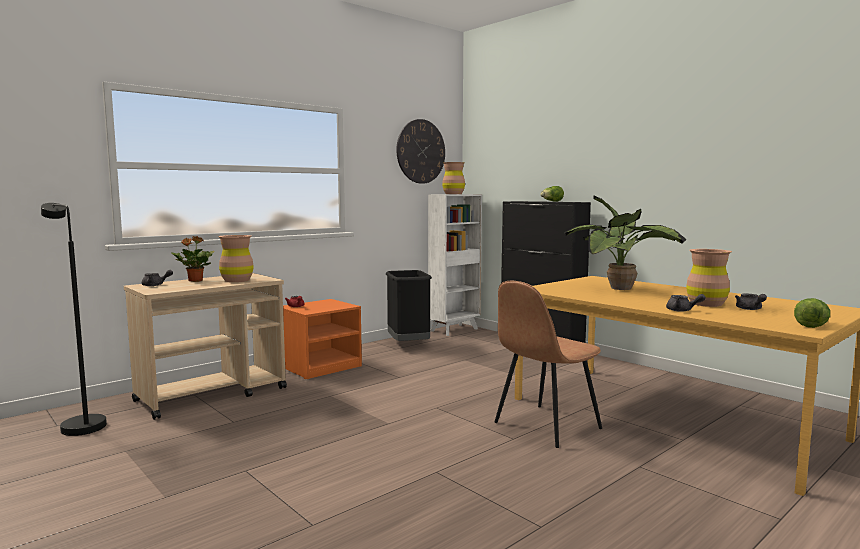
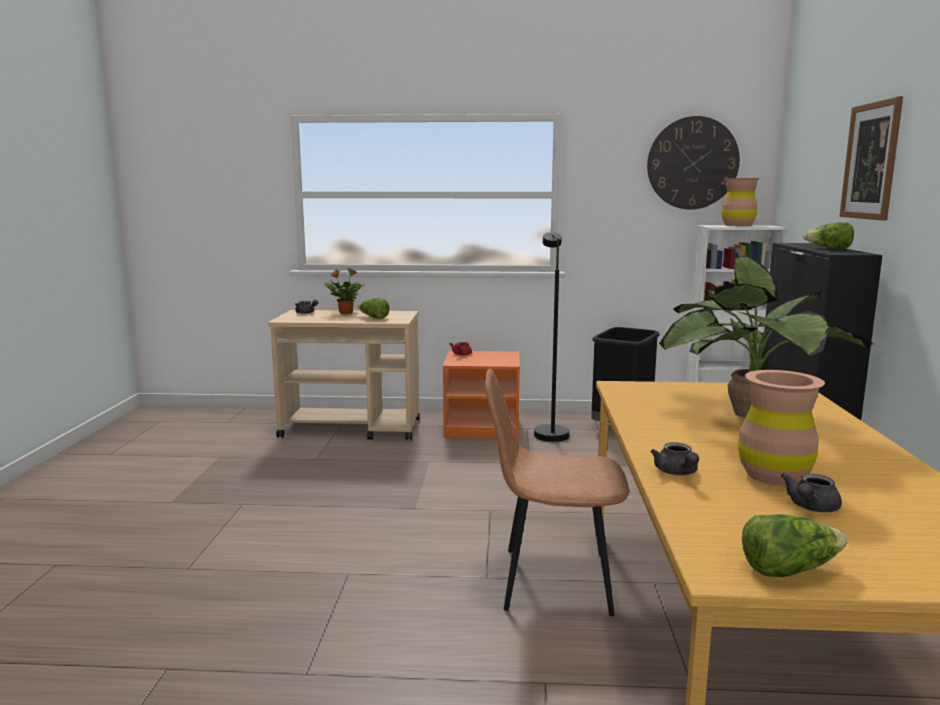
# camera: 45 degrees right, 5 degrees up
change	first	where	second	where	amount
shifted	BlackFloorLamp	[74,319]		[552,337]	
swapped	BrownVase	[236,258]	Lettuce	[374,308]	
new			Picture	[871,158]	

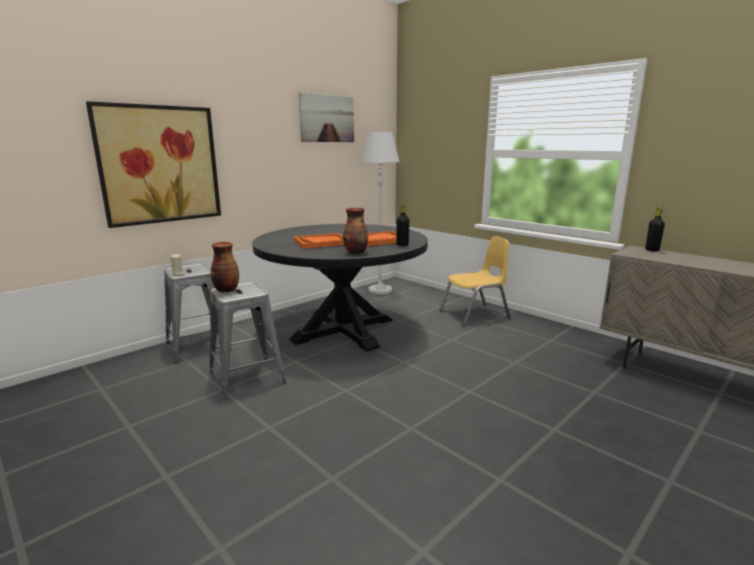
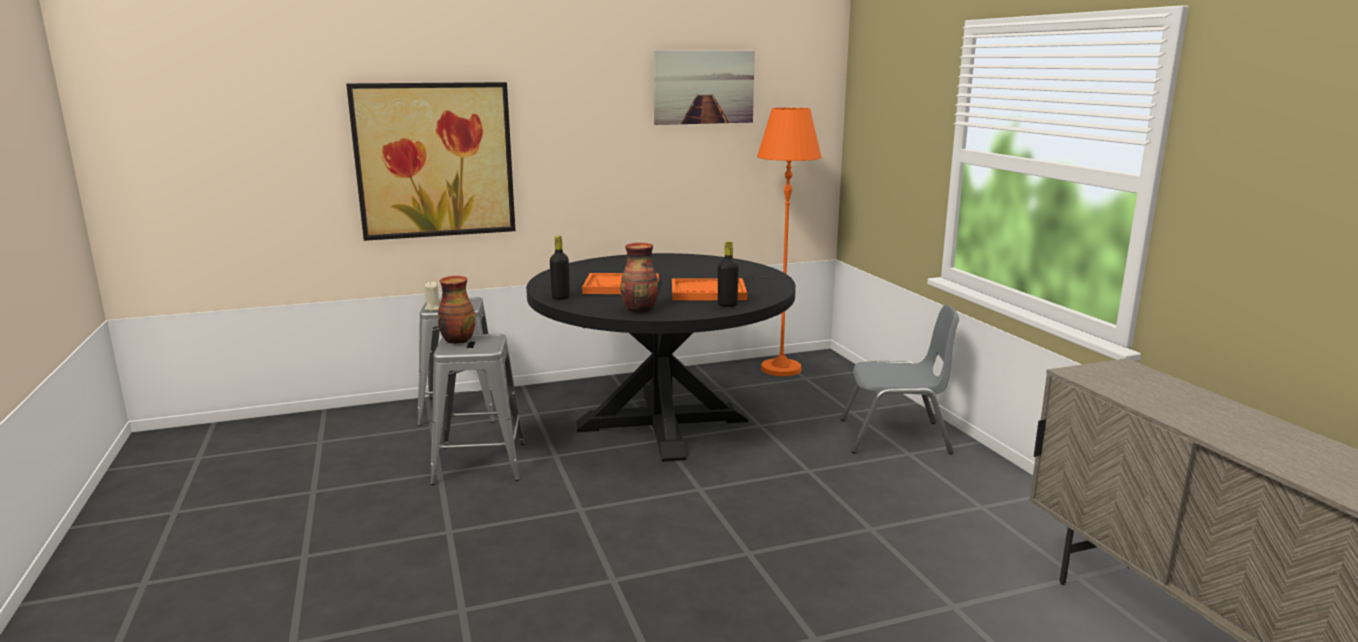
# camera: 25 degrees right, 0 degrees up
change	first	where	second	where	amount
repainted	WhiteFloorLamp	[380,213]	OrangeFloorLamp	[789,241]	
shifted	BlackBottle	[655,228]		[560,268]	
repainted	YellowChair	[474,281]	GreyChair	[899,379]	

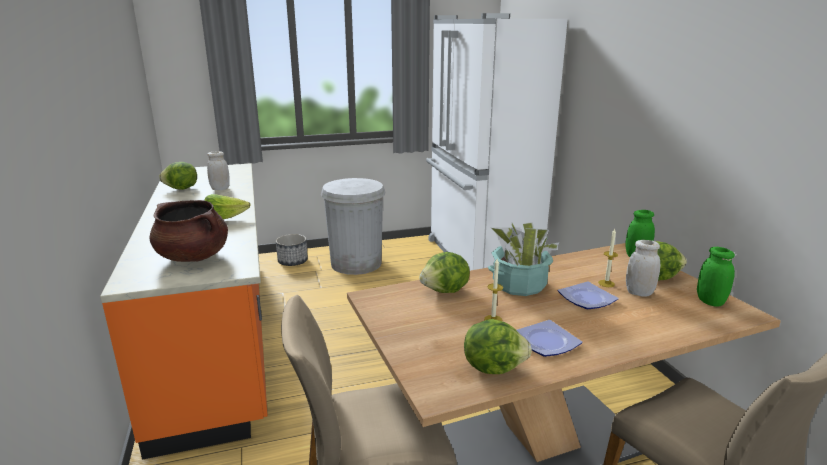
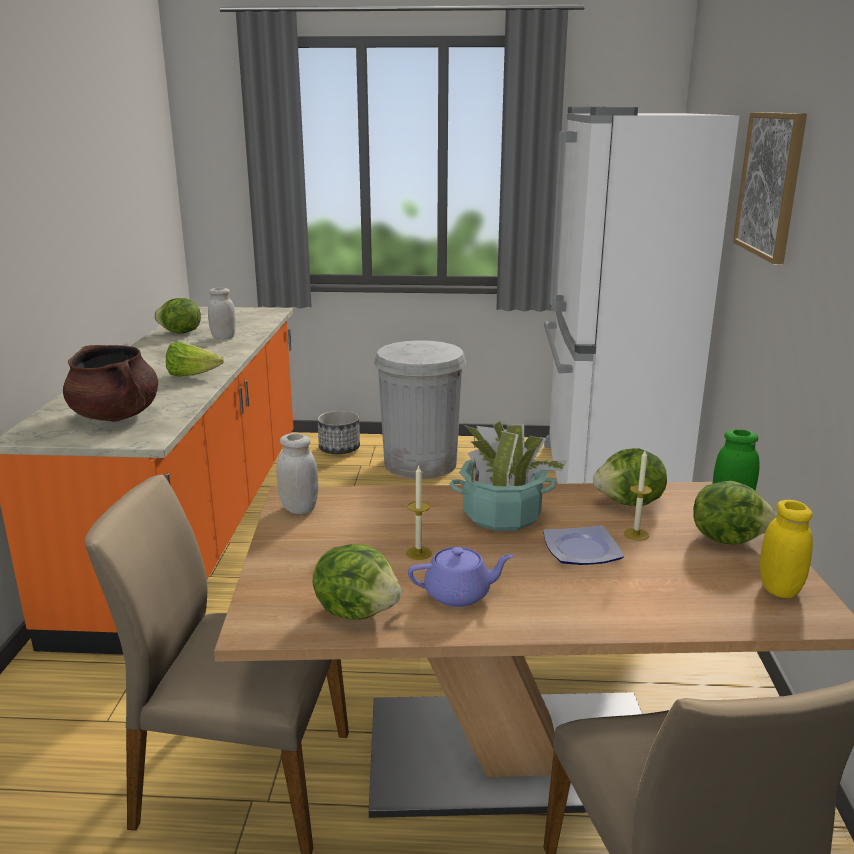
# camera: 20 degrees right, 0 degrees up
change	first	where	second	where	amount
shifted	WhiteJar	[643,268]		[298,473]	
repainted	GreenJar	[716,277]	YellowJar	[786,549]	
shifted	Lettuce	[444,272]		[630,477]	
swapped	Plate	[549,338]	PurpleTeapot	[461,577]	
new			Picture	[770,188]	

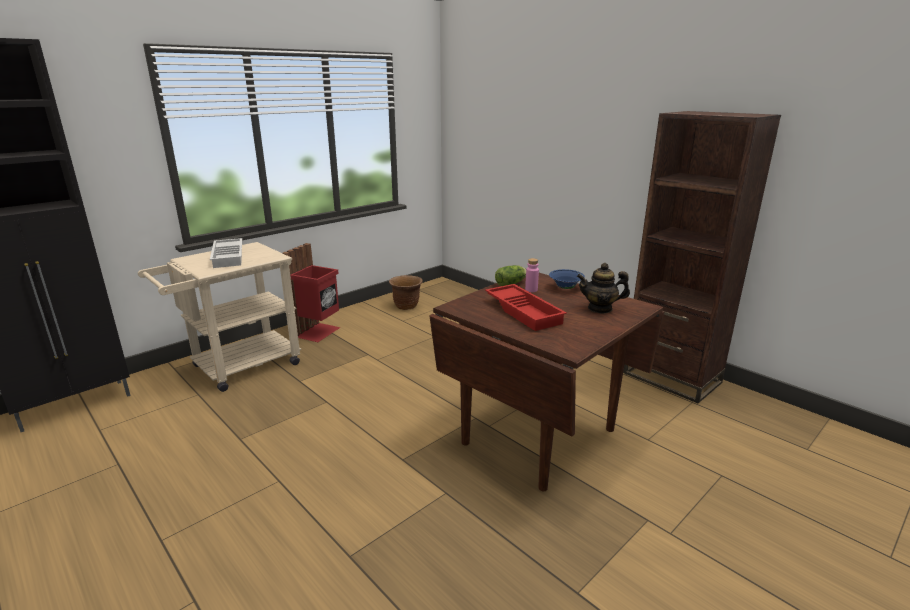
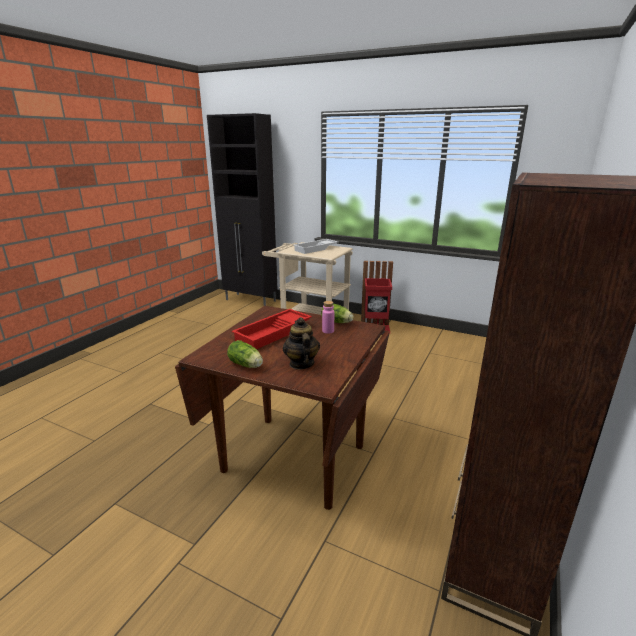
# camera: 70 degrees right, 0 degrees up
change	first	where	second	where	amount
gone	BlueBowl	[567,279]			
gone	BrownPlanter	[406,292]			
new			Lettuce	[245,354]	

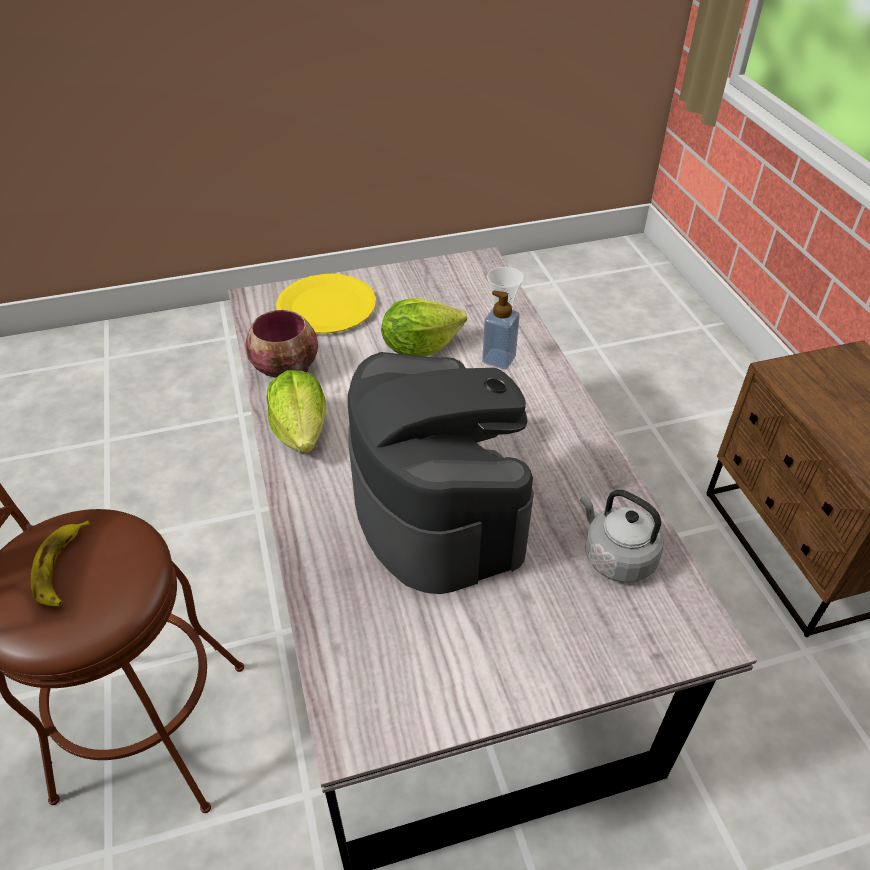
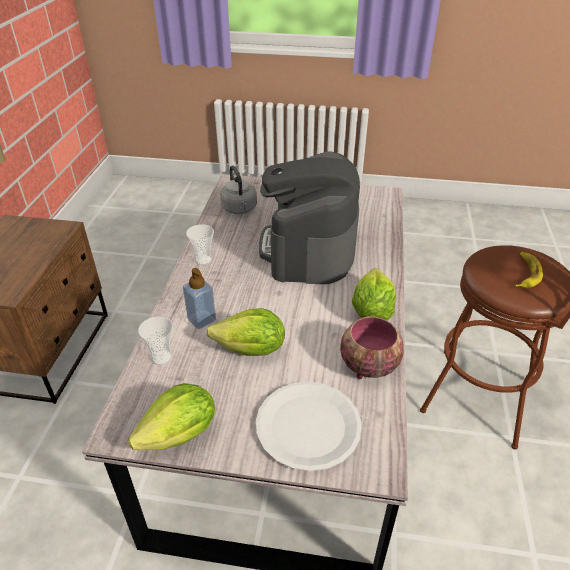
# camera: 155 degrees left, 5 degrees down
change	first	where	second	where	amount
repainted	YellowPlate	[326,304]	WhitePlate	[309,426]	
new			Cup	[200,244]	
new			Lettuce	[171,416]	

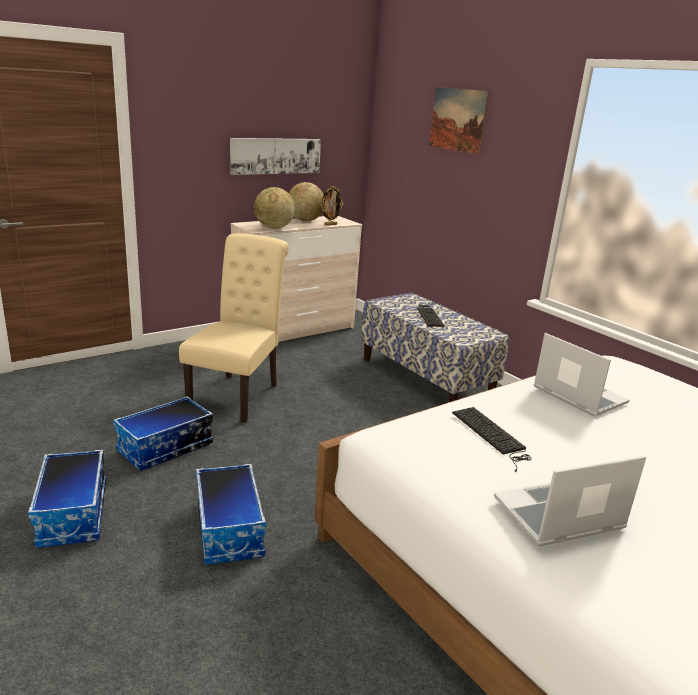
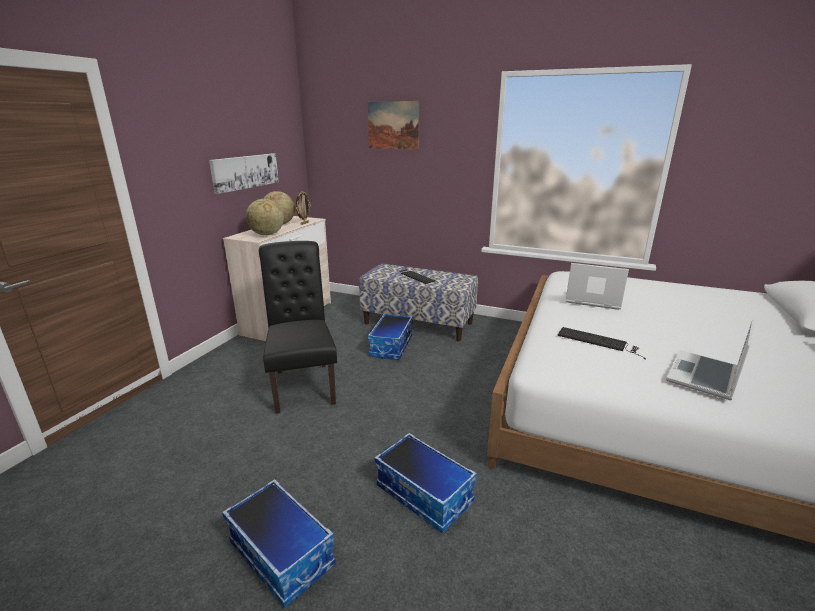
# camera: 30 degrees left, 0 degrees up
change	first	where	second	where	amount
repainted	BeigeChair	[234,328]	BlackChair	[298,327]	
shifted	StorageBox	[163,433]		[390,337]	

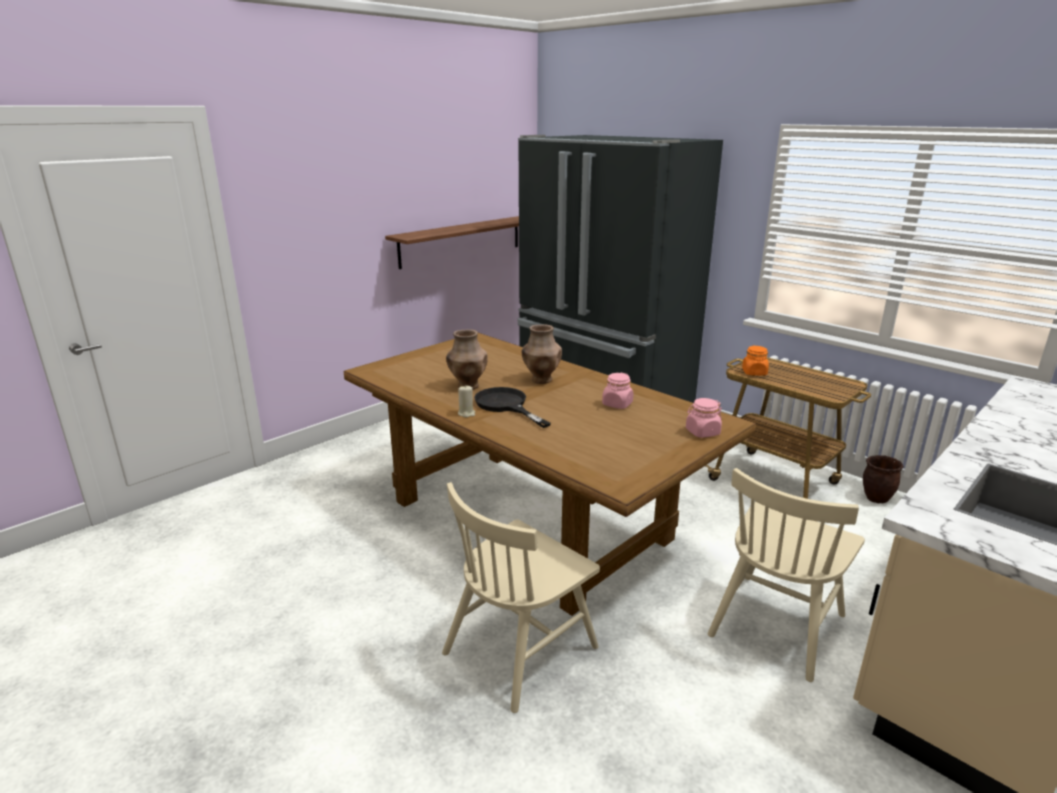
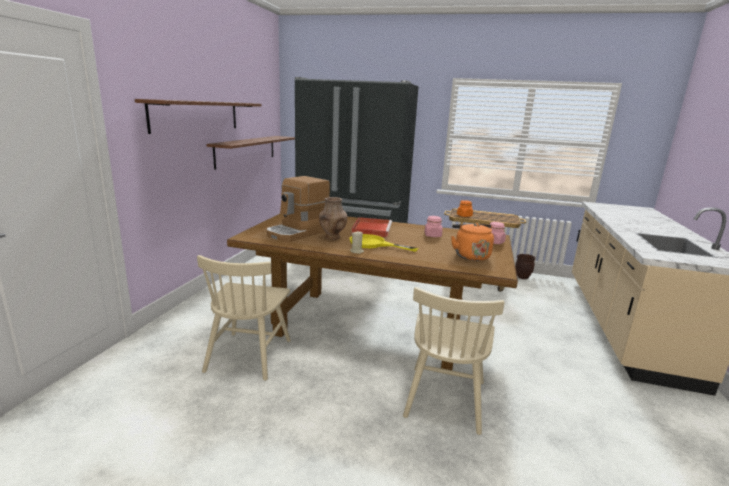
# camera: 30 degrees left, 5 degrees down
change	first	where	second	where	amount
swapped	BrownVase	[542,354]	RedTray	[371,227]	
repainted	BlackFryingPan	[512,407]	YellowFryingPan	[384,243]	
shifted	BeigeChair	[786,575]		[244,318]	
new			Shelf	[198,116]	
new			CoffeeMachine	[298,209]	
new			OrangeKettle	[472,242]	

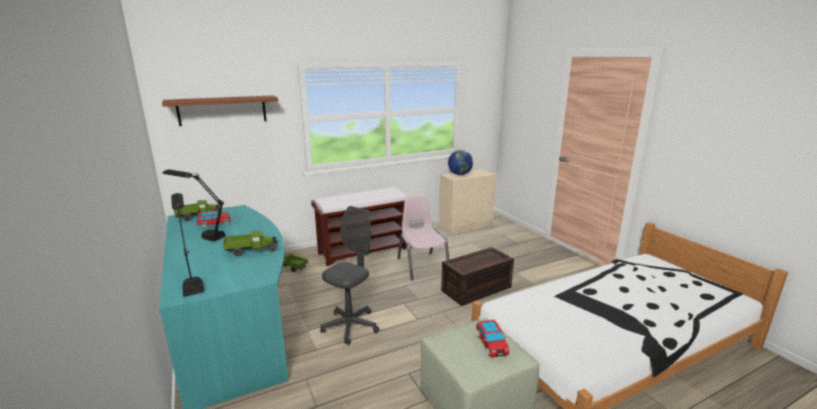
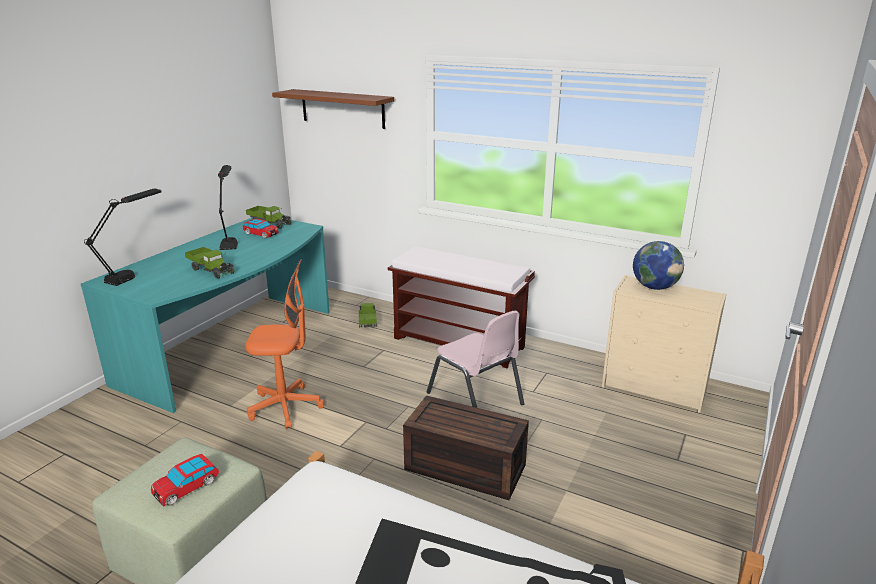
# camera: 55 degrees right, 5 degrees up
change	first	where	second	where	amount
rotated	PinkChair	[423,238]		[475,359]	105 degrees clockwise
repainted	GreyOfficeChair	[349,275]	OrangeOfficeChair	[285,344]	

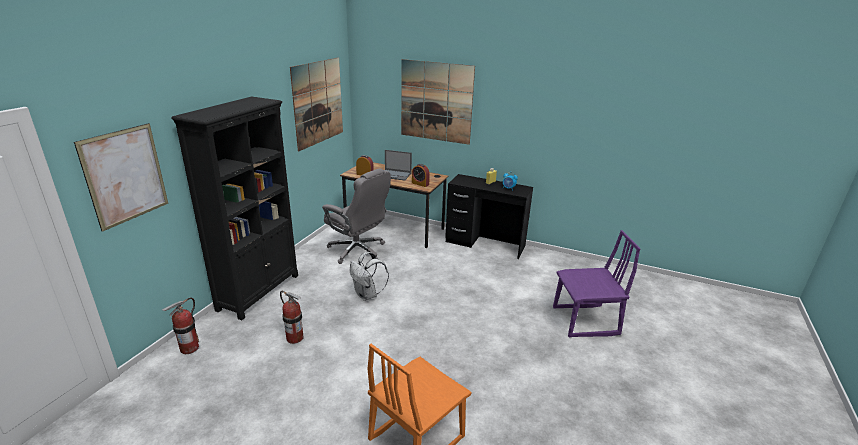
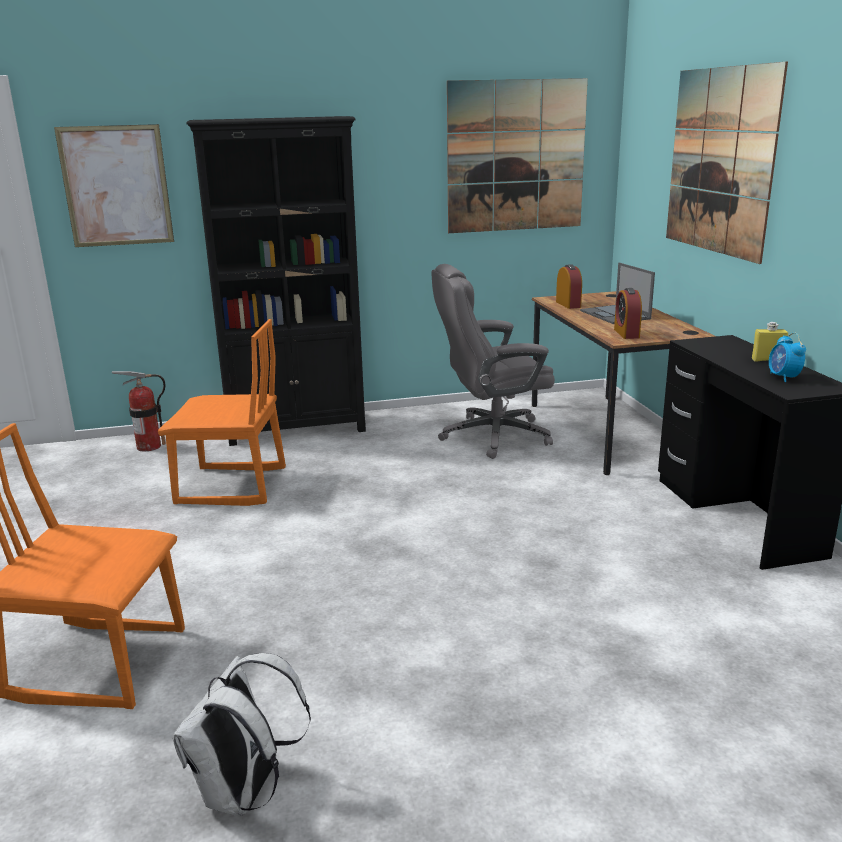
# camera: 55 degrees right, 5 degrees down
change	first	where	second	where	amount
rotated	GreyOfficeChair	[356,216]		[493,361]	75 degrees clockwise
gone	PurpleChair	[596,283]			
shifted	WhiteBackpack	[369,276]		[242,734]	
swapped	FireExtinguisher	[291,317]	OrangeChair	[222,412]	

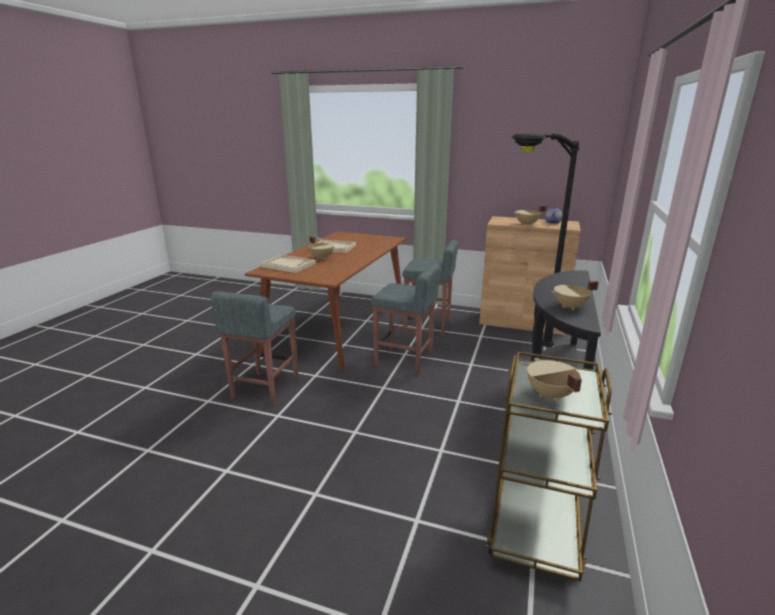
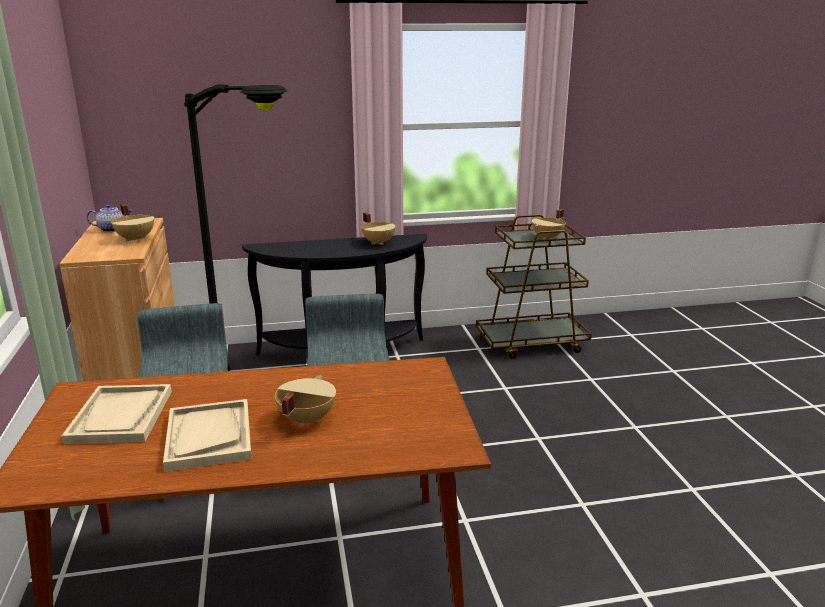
# camera: 120 degrees left, 0 degrees up
change	first	where	second	where	amount
shifted	BeigeTray	[288,264]		[117,414]	
gone	GreyStool	[254,348]			

